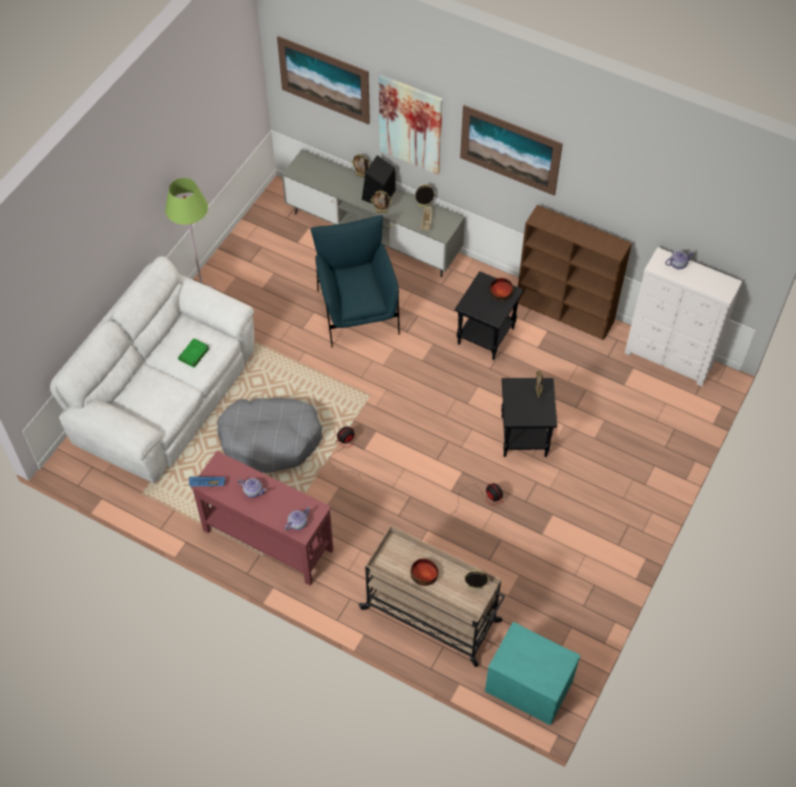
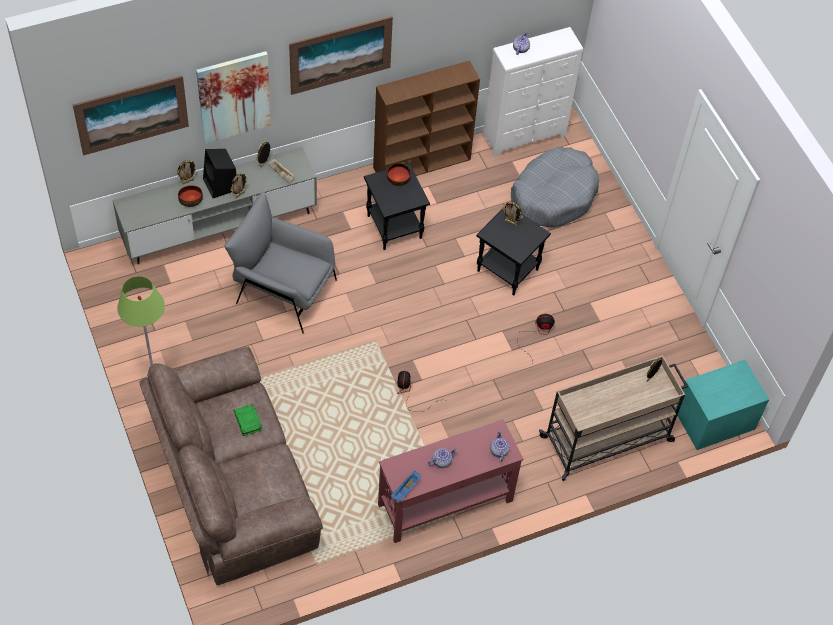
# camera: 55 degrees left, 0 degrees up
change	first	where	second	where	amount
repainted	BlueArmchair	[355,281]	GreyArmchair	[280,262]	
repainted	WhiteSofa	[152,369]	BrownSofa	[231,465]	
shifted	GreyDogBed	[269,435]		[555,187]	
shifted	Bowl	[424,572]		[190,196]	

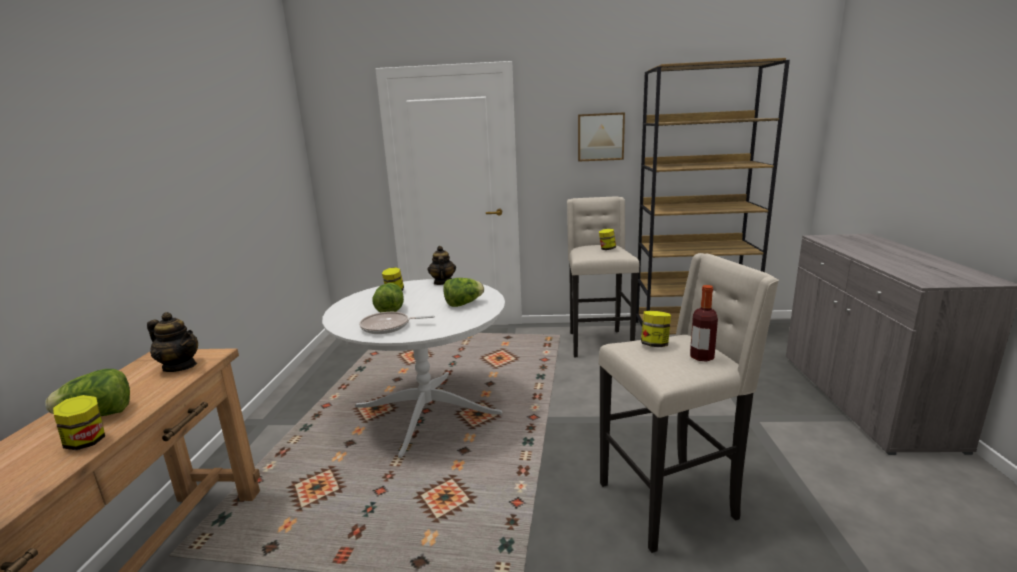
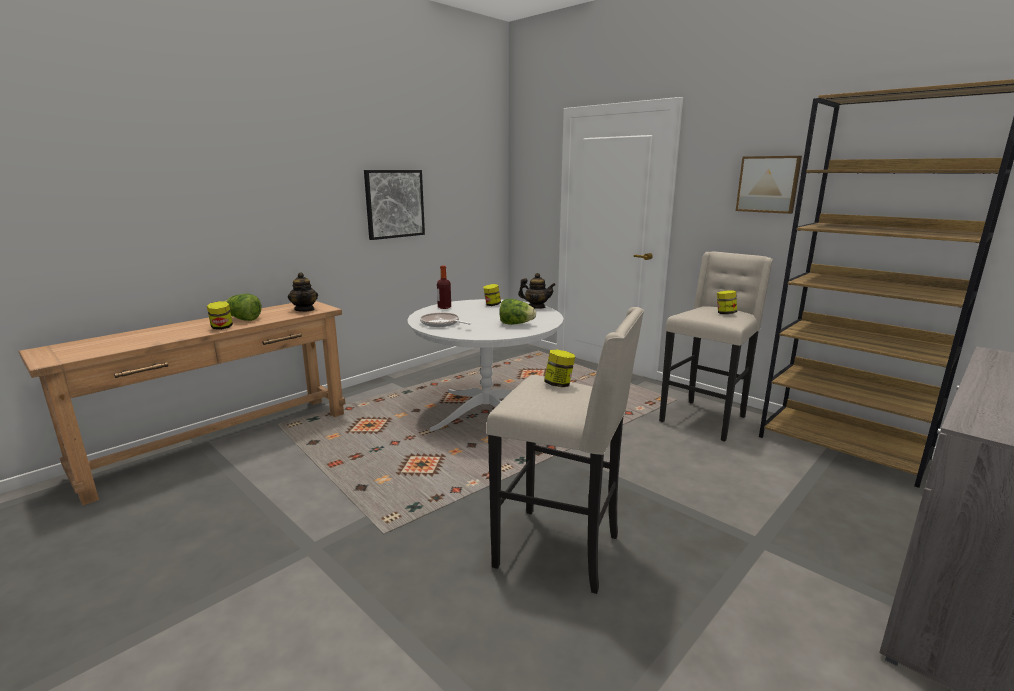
# camera: 40 degrees right, 0 degrees up
change	first	where	second	where	amount
rotated	Teapot	[442,265]		[537,291]	75 degrees clockwise
gone	Lettuce	[388,297]			
shifted	Bottle	[704,323]		[444,287]	
new			Picture	[394,205]	

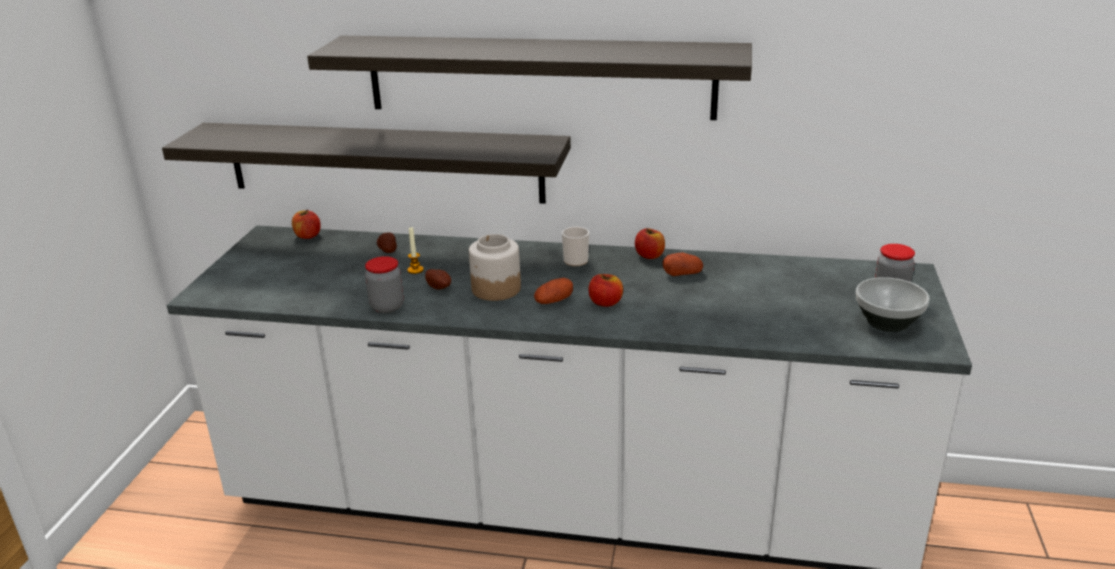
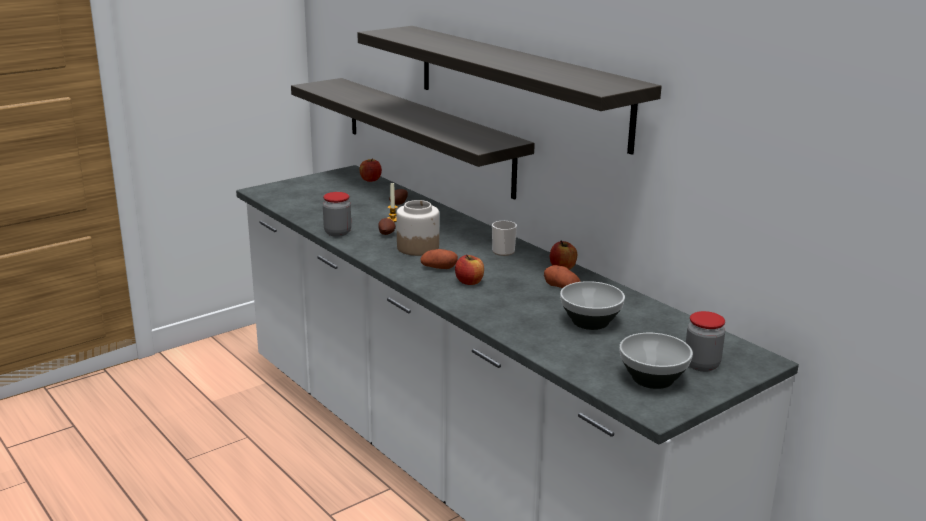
# camera: 40 degrees right, 5 degrees down
change	first	where	second	where	amount
new			Bowl	[592,305]	

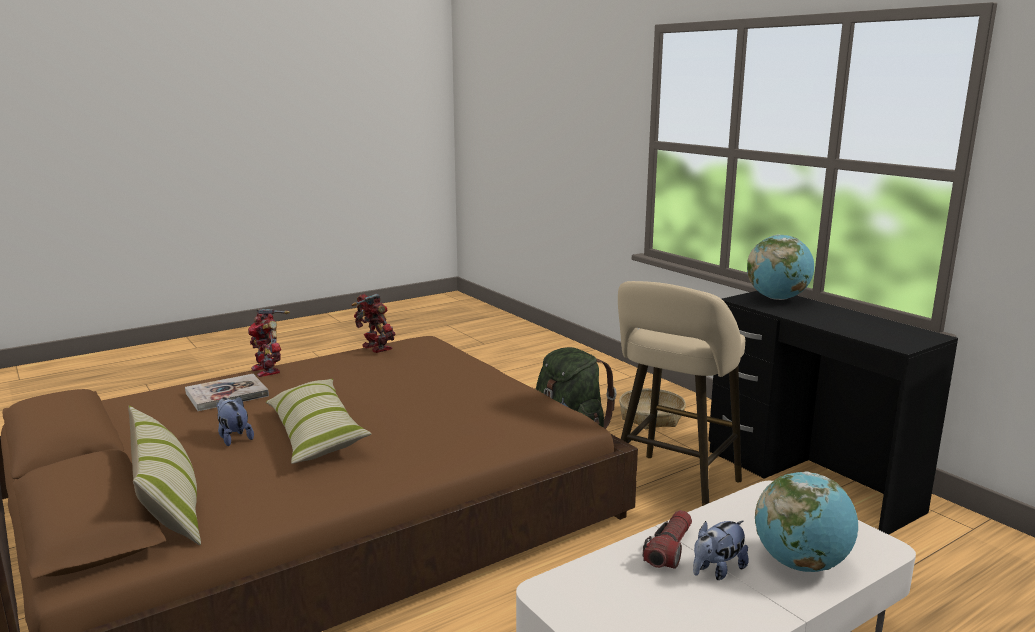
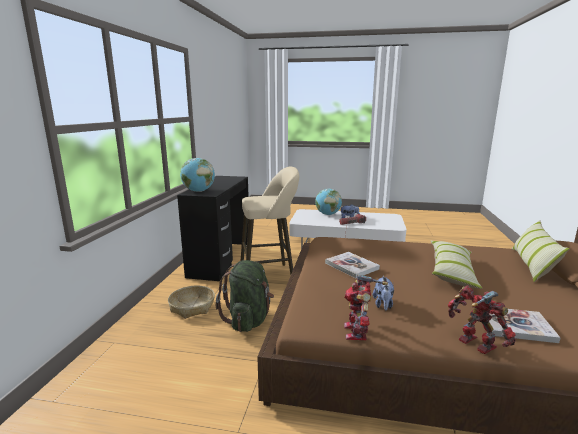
# camera: 135 degrees left, 0 degrees up
change	first	where	second	where	amount
rotated	ToyRobot	[269,343]		[482,319]	45 degrees counterclockwise
shifted	PlushToy	[235,421]		[383,293]	
new			Book	[352,265]	

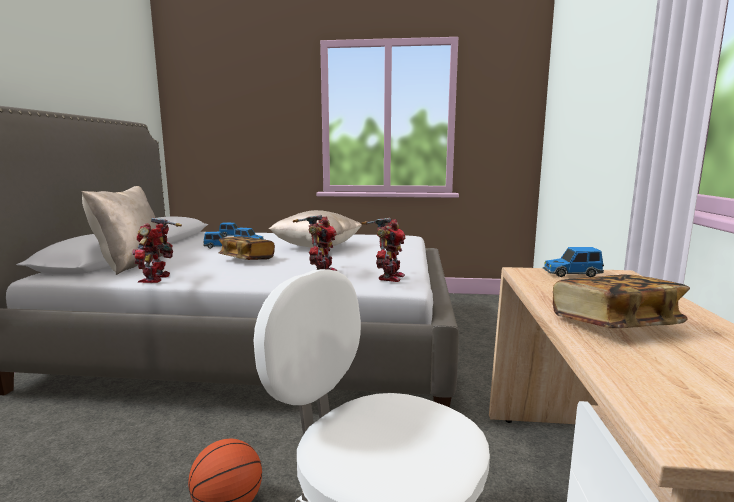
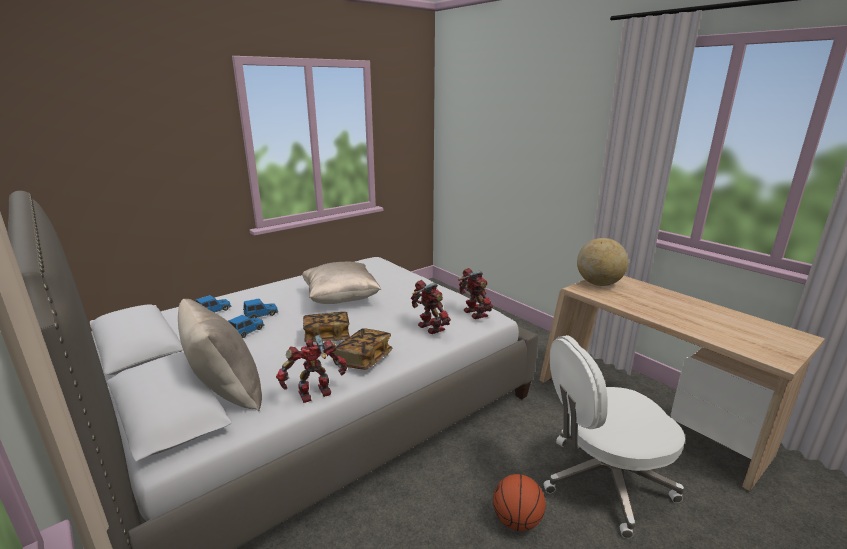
# camera: 45 degrees left, 10 degrees up
change	first	where	second	where	amount
rotated	ToyRobot	[157,250]		[311,369]	105 degrees clockwise
swapped	ToyCar	[573,262]	Globe	[602,262]	
shifted	Book	[621,301]		[362,349]	

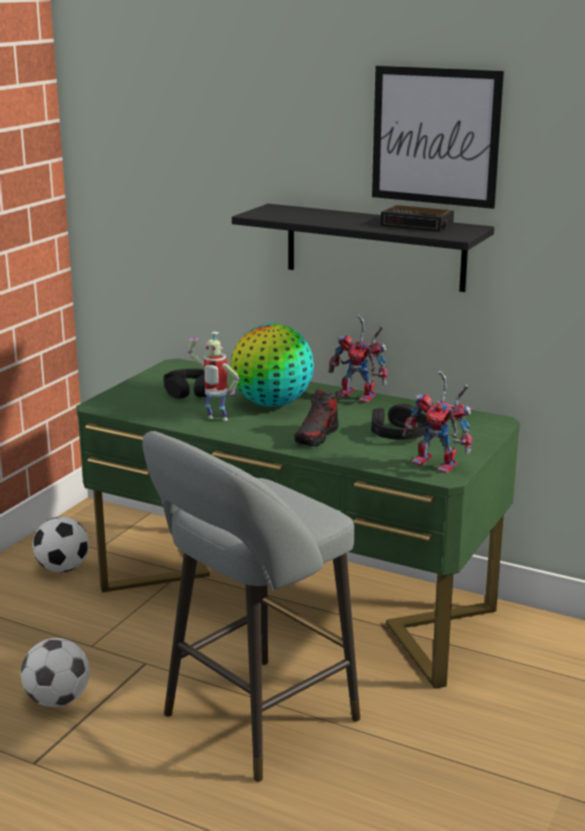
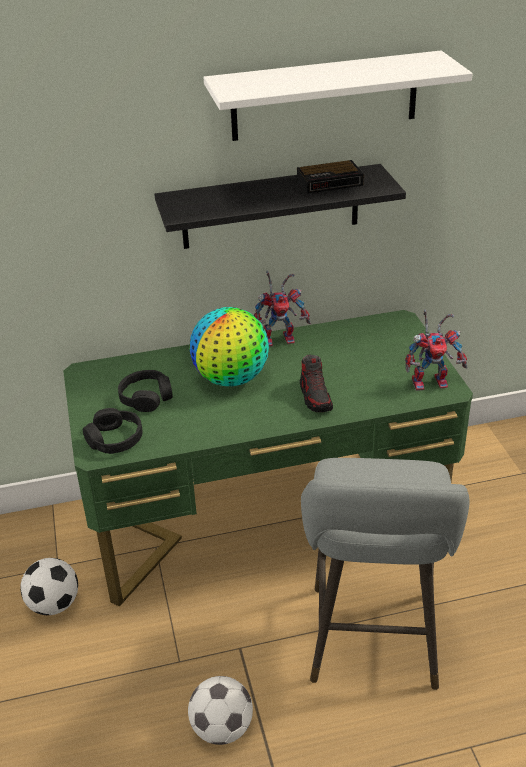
# camera: 40 degrees left, 15 degrees up
change	first	where	second	where	amount
swapped	Picture	[438,137]	WhiteShelf	[338,96]	
gone	ToyRobot	[213,376]			
shifted	BlackHeadphones	[399,422]		[112,431]	

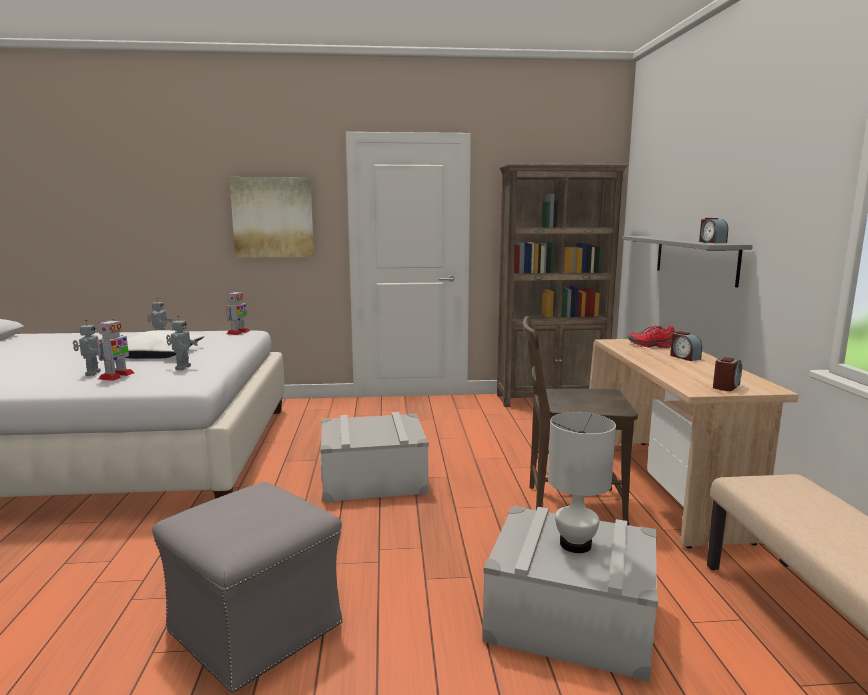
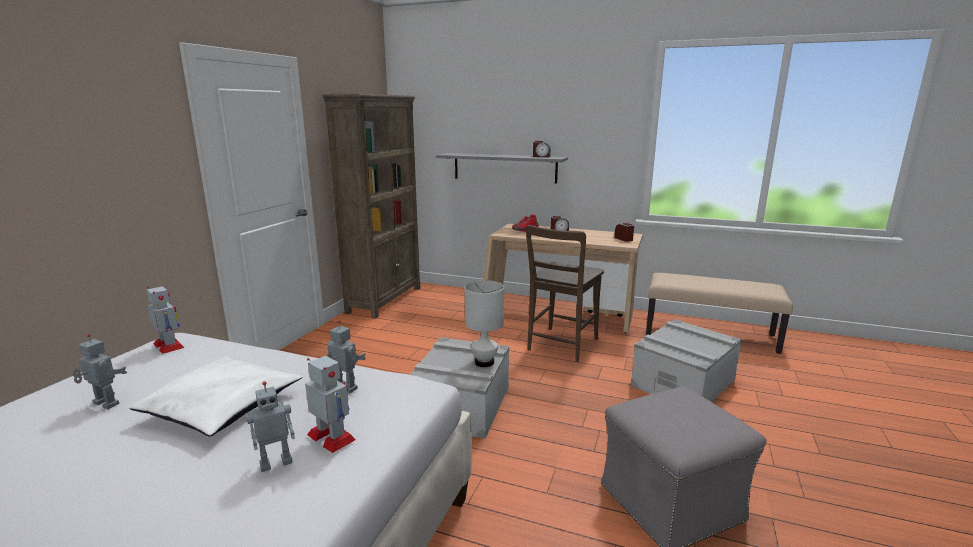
# camera: 65 degrees left, 5 degrees up
change	first	where	second	where	amount
gone	Picture	[271,217]			
rotated	ToyRobot	[87,347]		[270,426]	135 degrees clockwise
shifted	WhiteTableLamp	[582,482]		[484,323]	

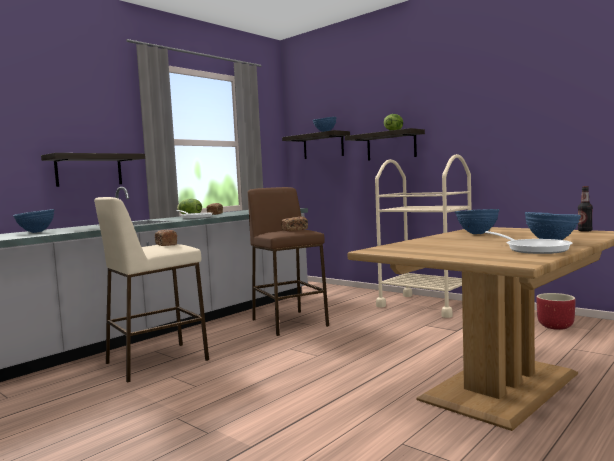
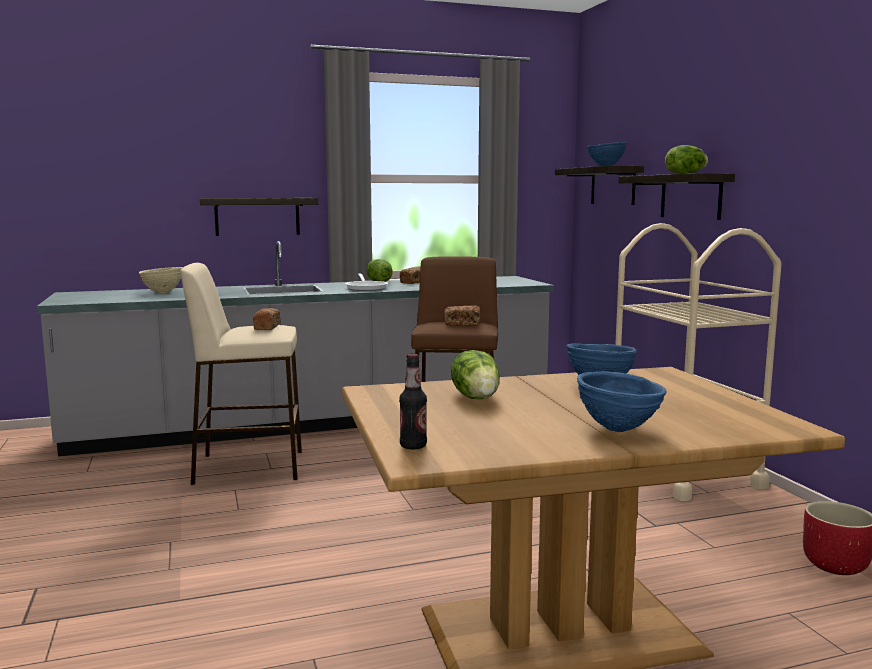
# camera: 30 degrees right, 5 degrees up
change	first	where	second	where	amount
shifted	Bottle	[585,209]		[413,401]	
repainted	BlueBowl	[33,221]	BeigeBowl	[161,280]	
gone	FryingPan	[529,242]			
new			Lettuce	[475,374]	

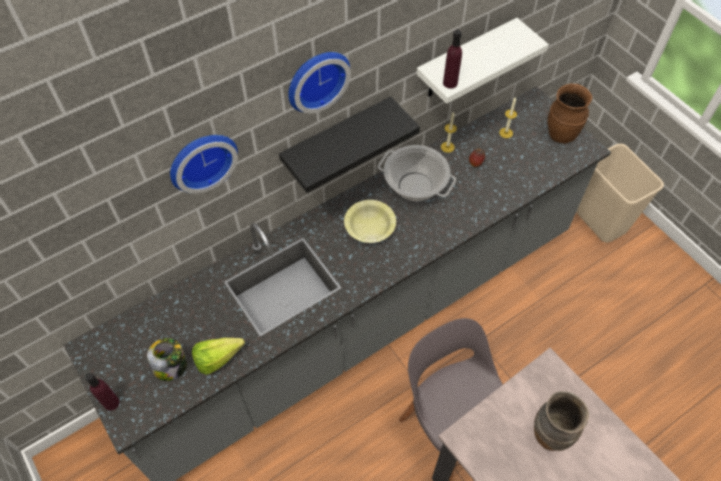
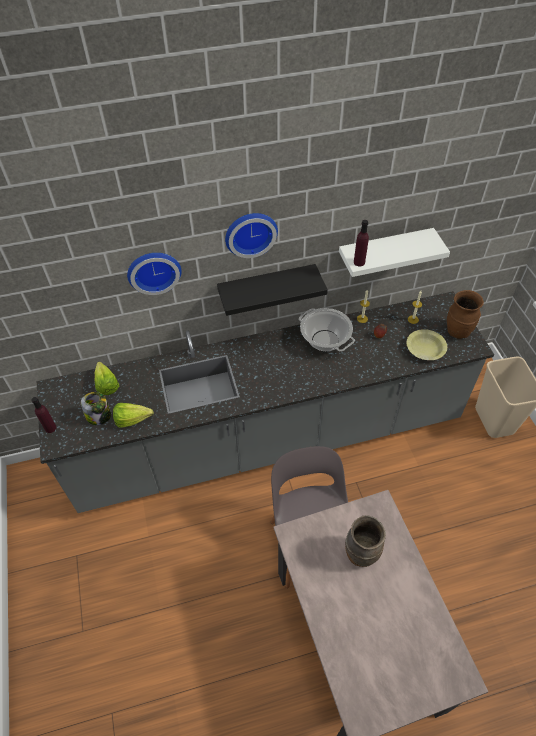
# camera: 20 degrees right, 5 degrees down
change	first	where	second	where	amount
shifted	YellowBowl	[370,221]		[427,344]	
new			Lettuce	[106,378]	

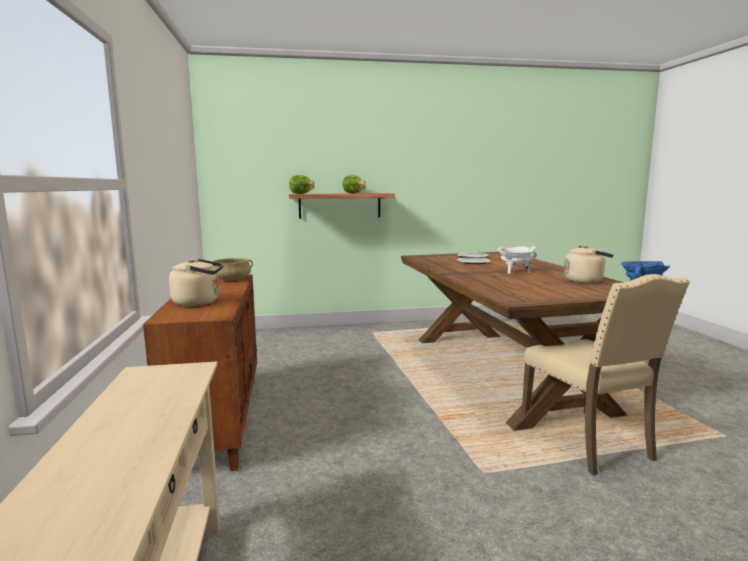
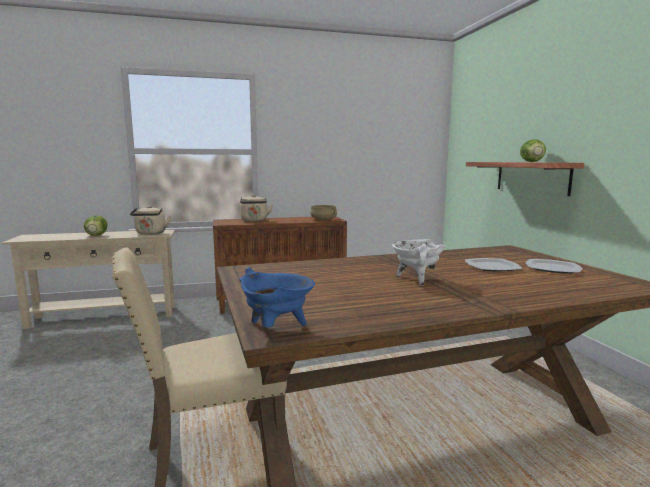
# camera: 85 degrees right, 0 degrees up
change	first	where	second	where	amount
shifted	Lettuce	[302,184]		[96,225]	
shifted	BeigeKettle	[588,264]		[150,220]	

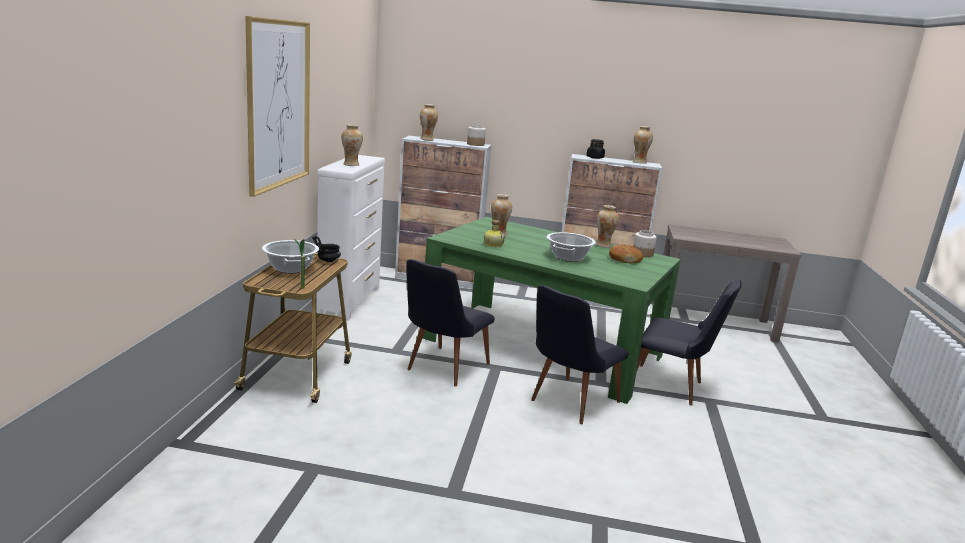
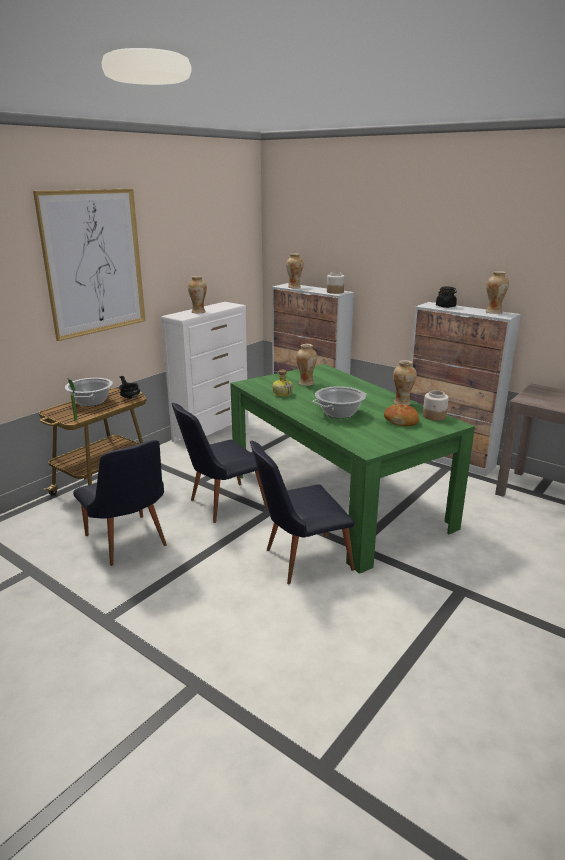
# camera: 30 degrees right, 5 degrees up
change	first	where	second	where	amount
shifted	BlackChair	[689,342]		[120,503]	

